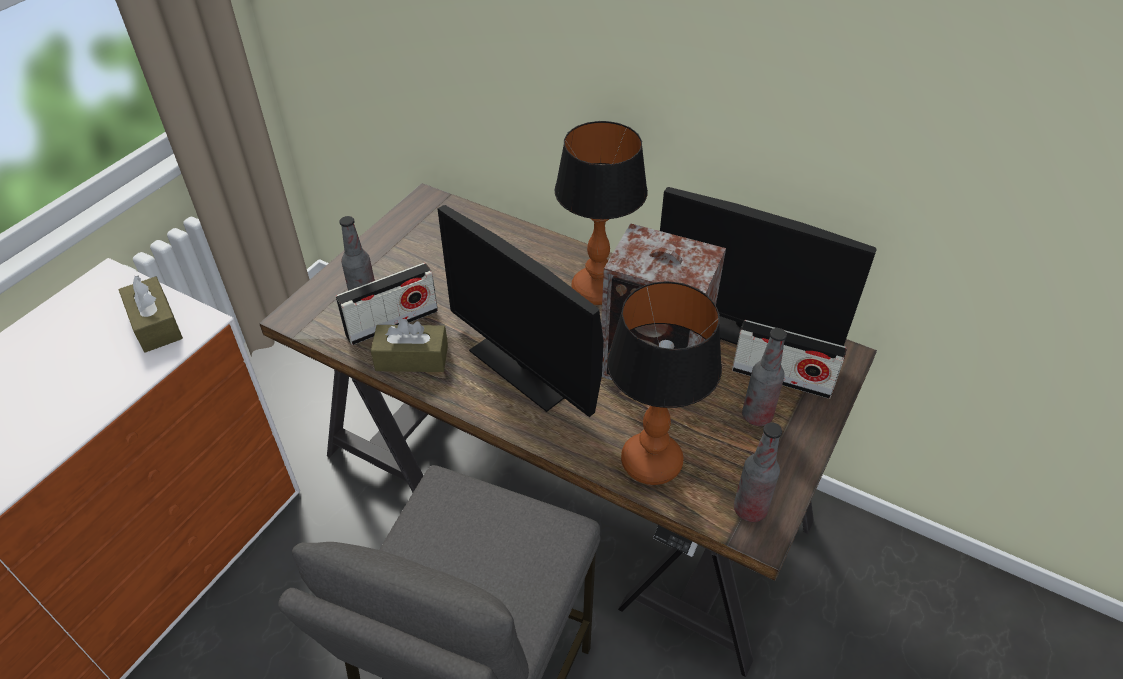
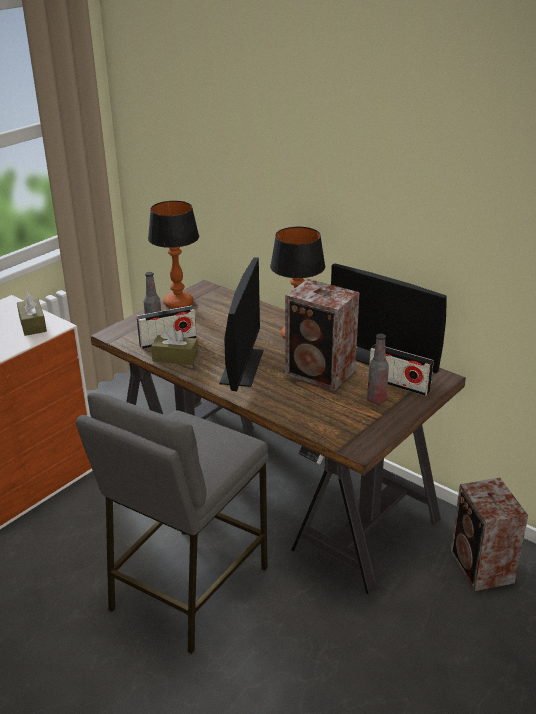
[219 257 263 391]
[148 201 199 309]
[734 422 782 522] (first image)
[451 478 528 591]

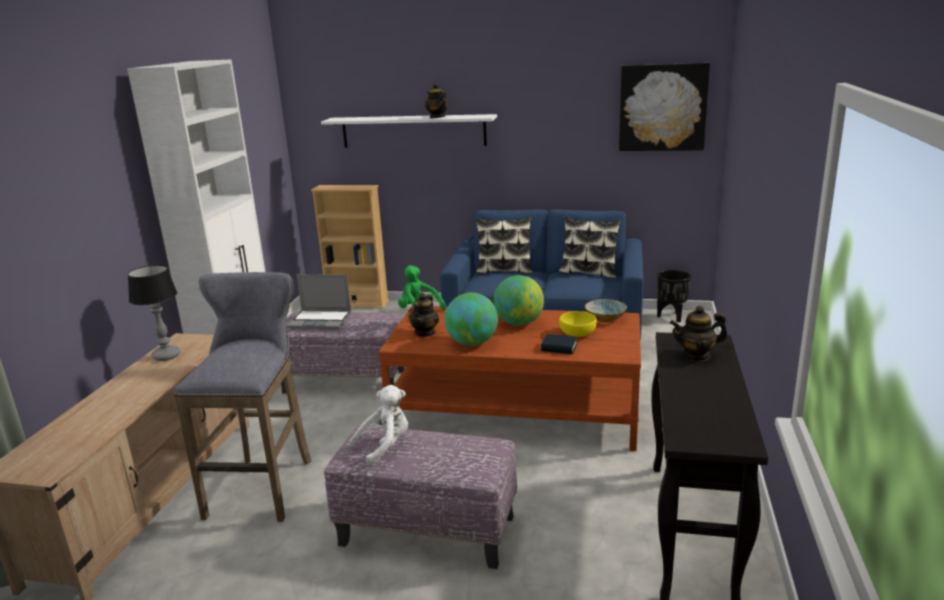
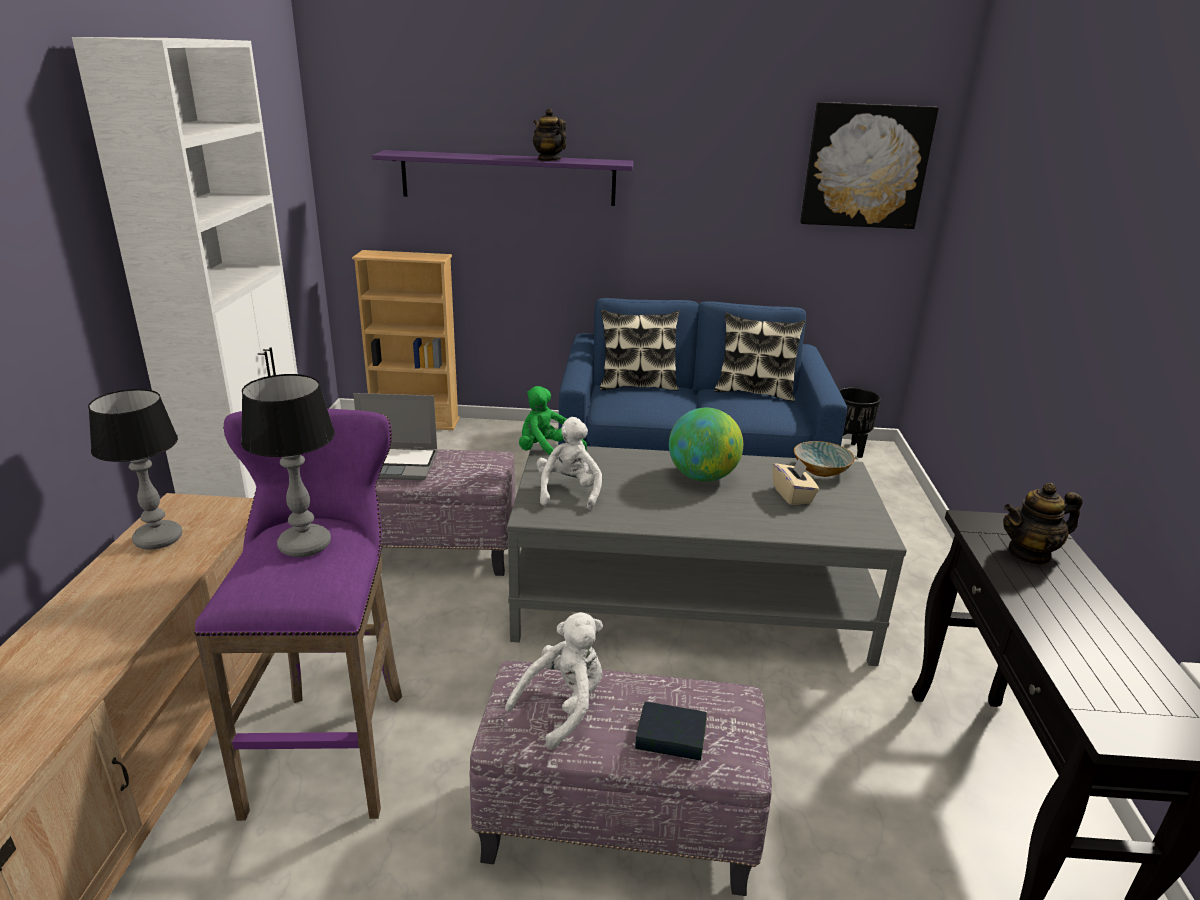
[372 150 633 206]
[194 409 402 821]
[445 293 498 346] (first image)
[537 417 602 510]
[507 443 907 666]
[772 458 819 505]
[635 702 707 761]
[241 374 335 557]

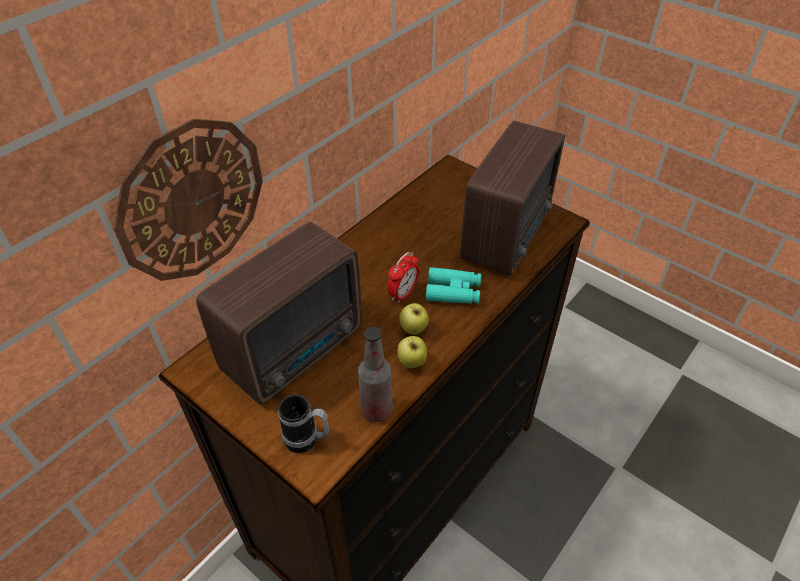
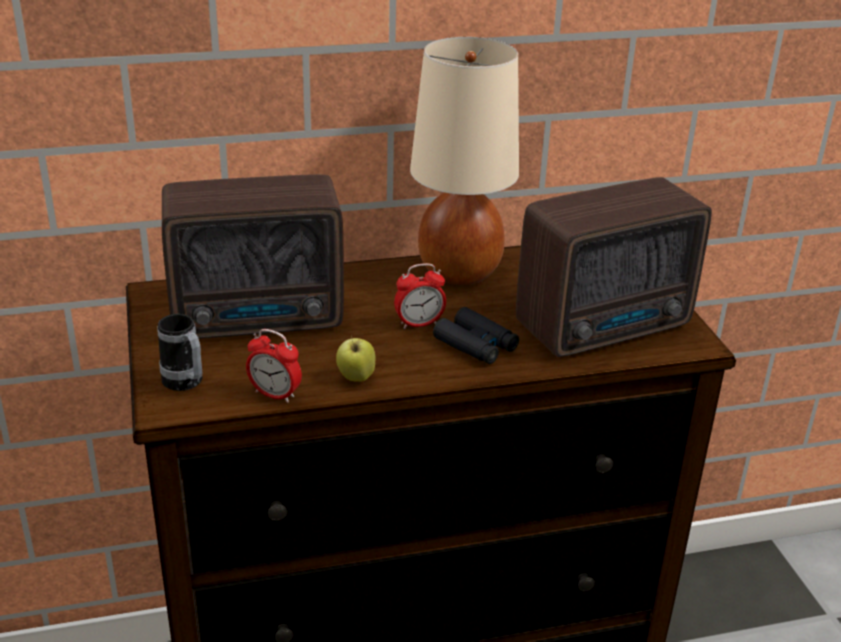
[114 119 263 281] (first image)
[433 307 519 364]
[399 303 429 335] (first image)
[246 329 302 403]
[410 37 519 285]

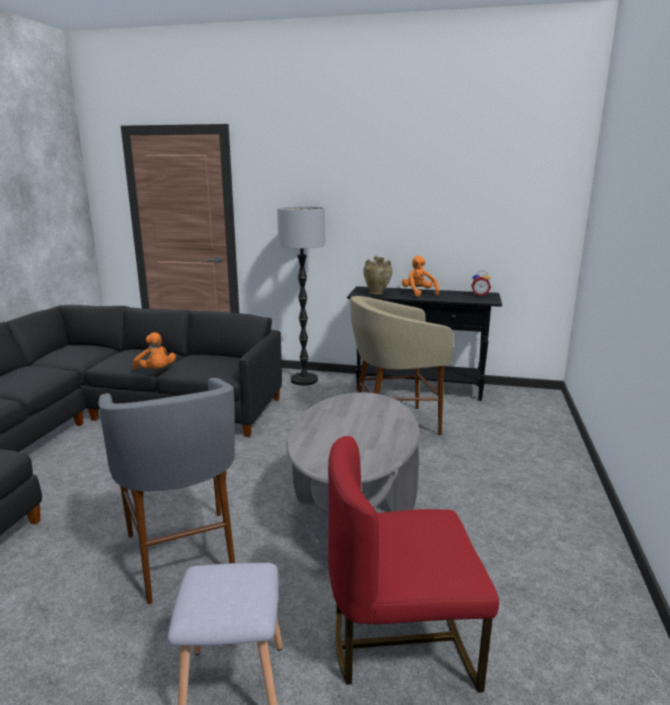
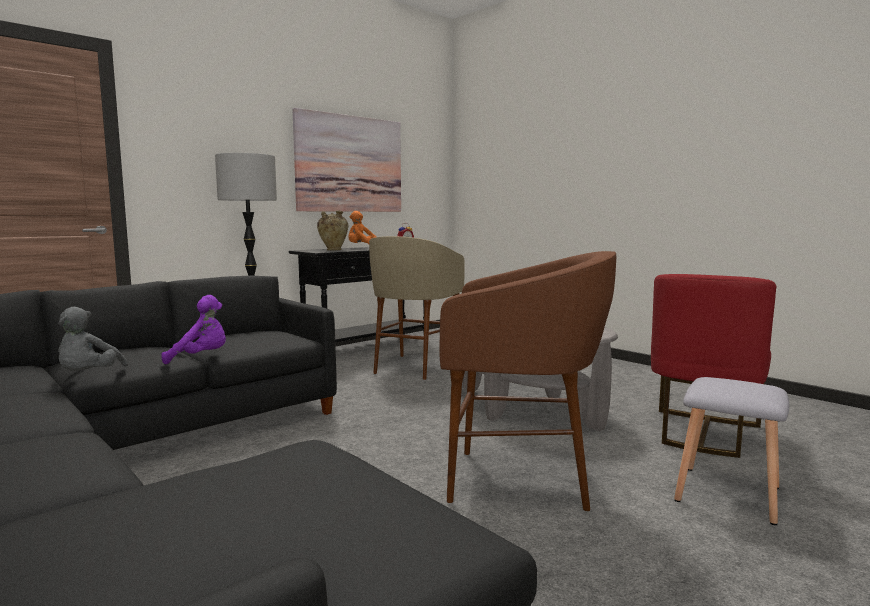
[161 295 226 364]
[440 251 616 511]
[292 108 401 212]
[58 307 128 371]

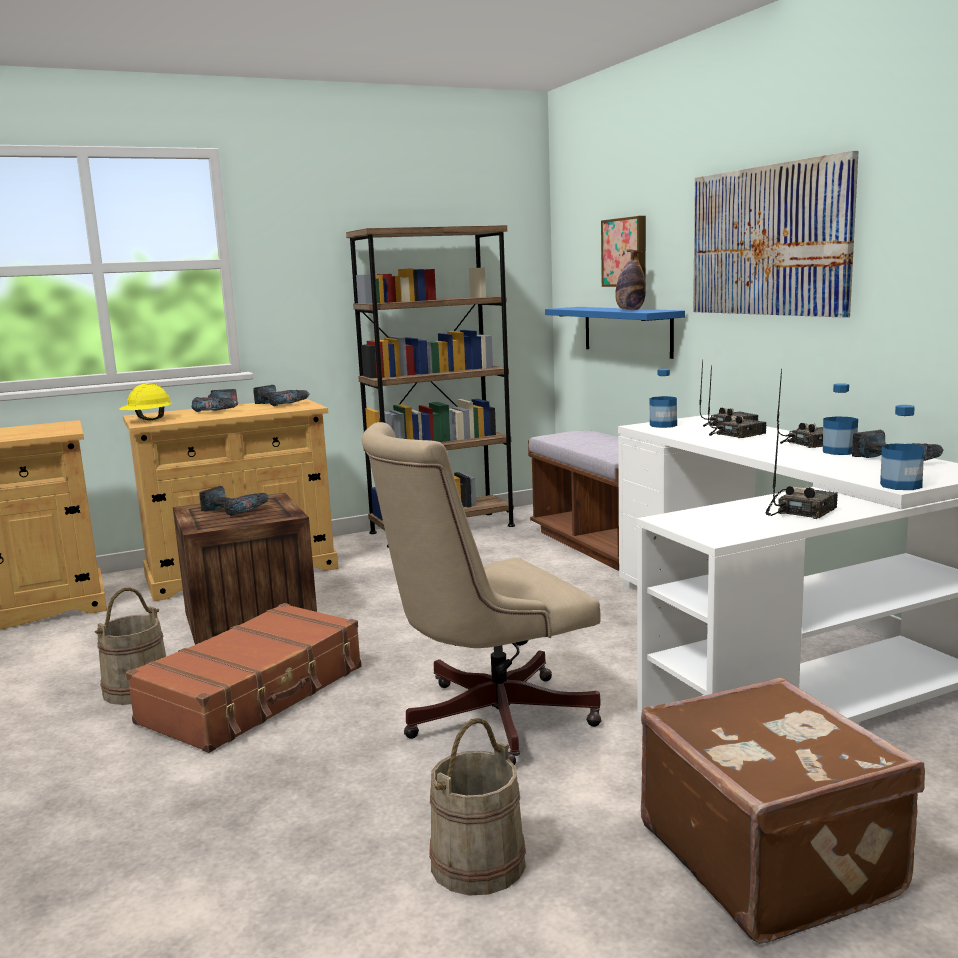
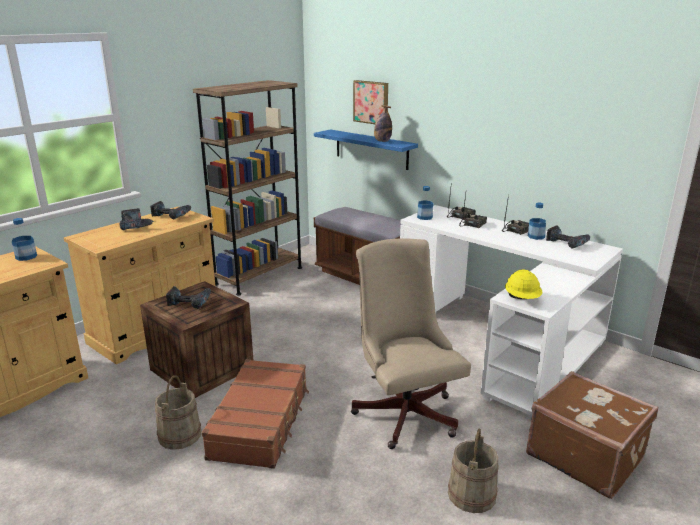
[693 151 859 318] (first image)
[505 270 542 299]
[12 218 37 261]
[765 421 838 519] (first image)
[351 238 471 449]

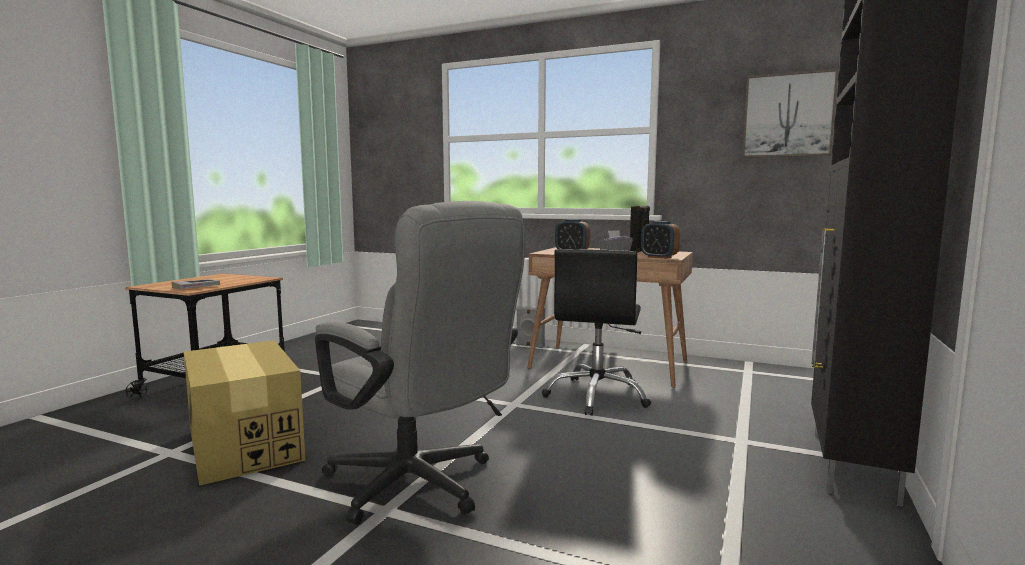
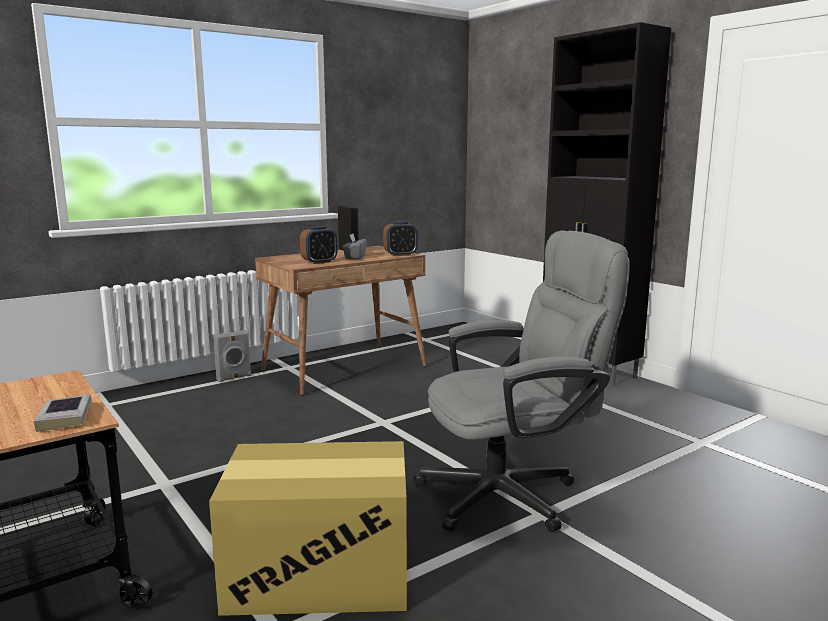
[742 69 838 158] (first image)
[542 249 651 416] (first image)

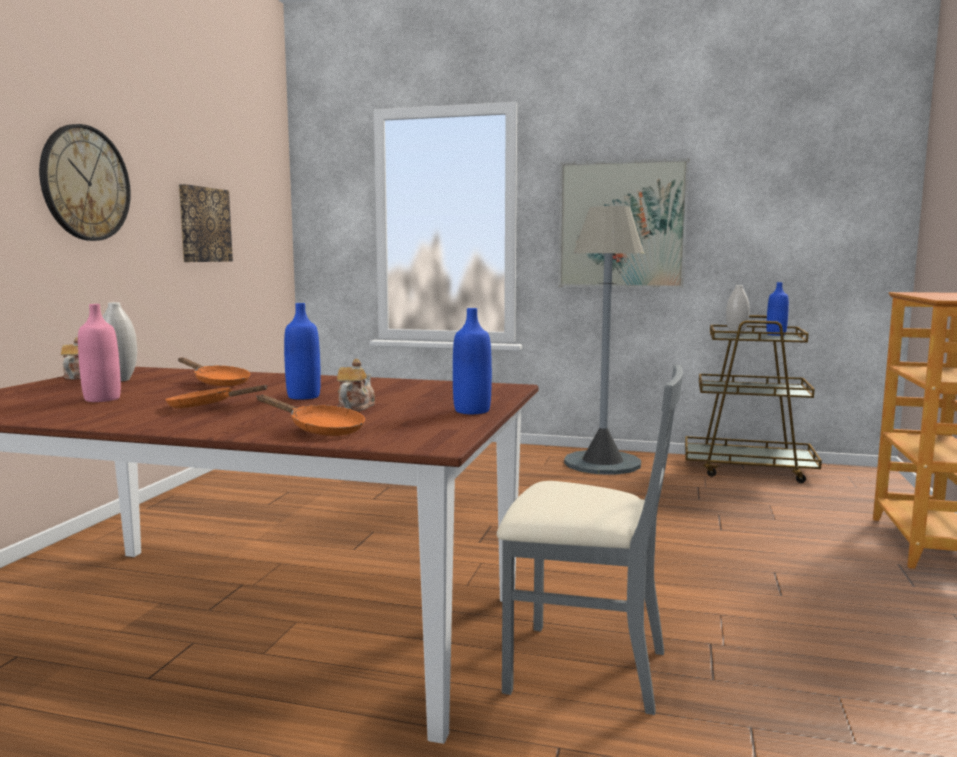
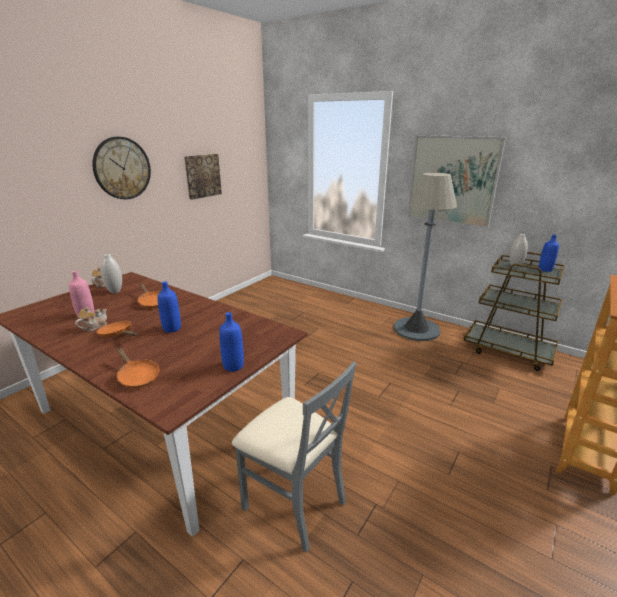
[75 307 107 332]

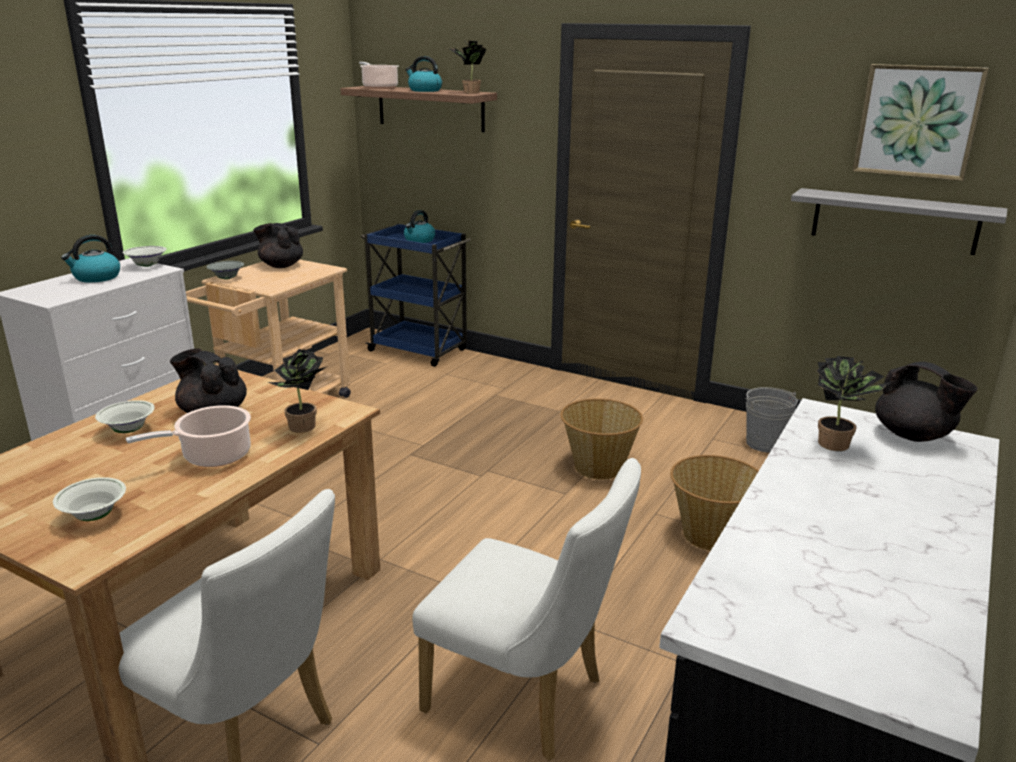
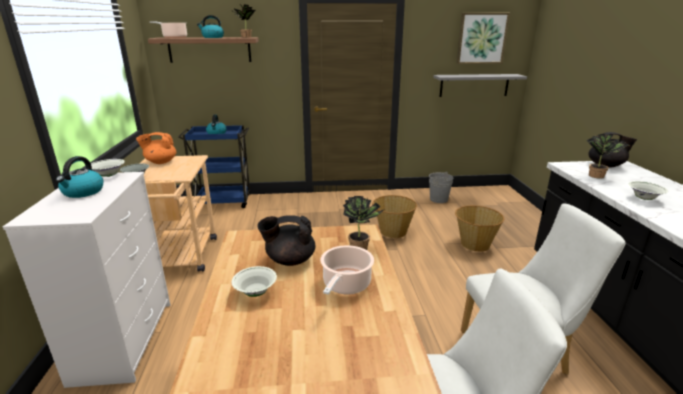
[136 132 176 164]
[629 181 668 200]

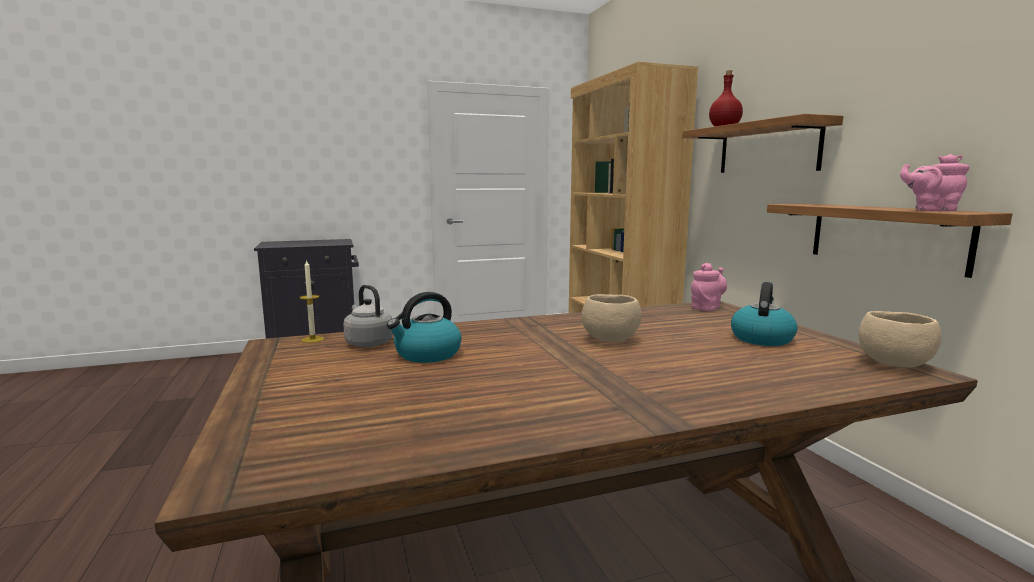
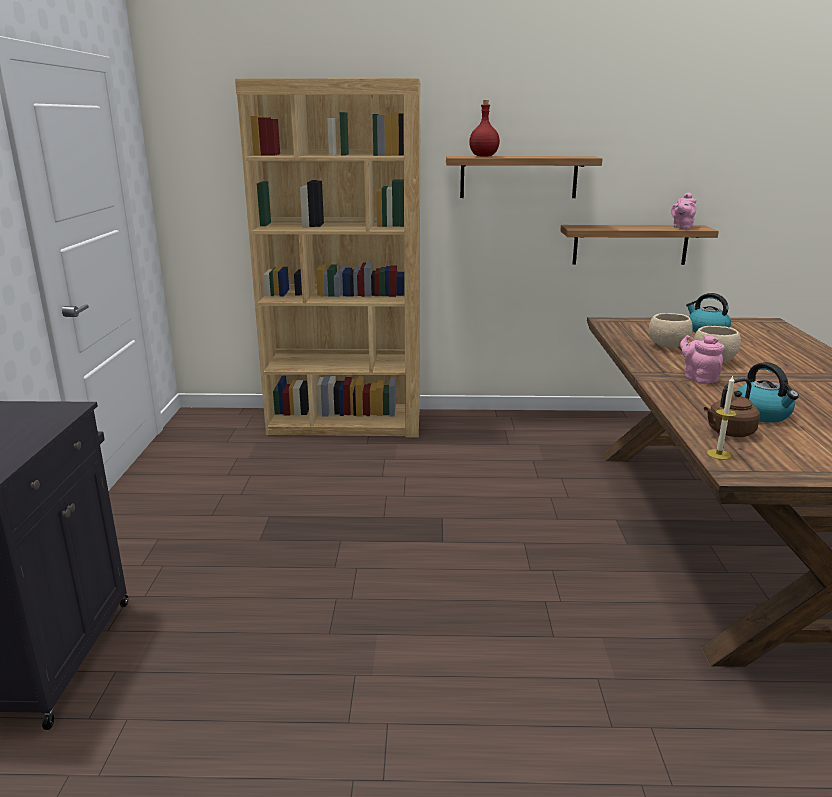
[680 335 724 384]
[704 378 760 437]
[649 313 692 348]

